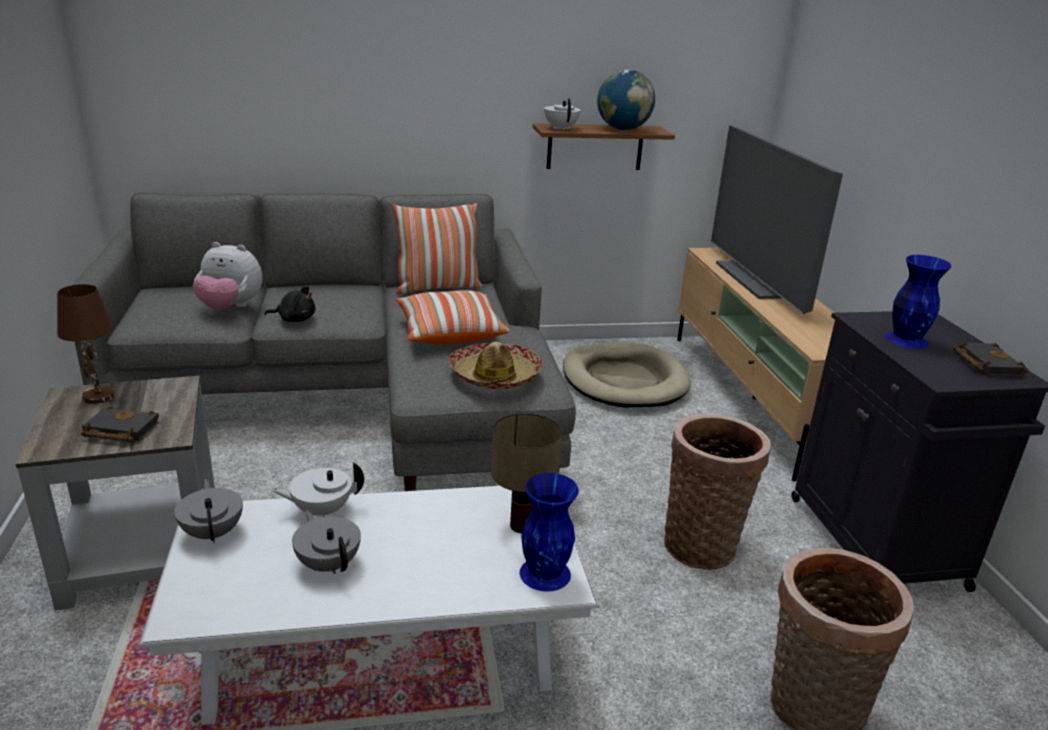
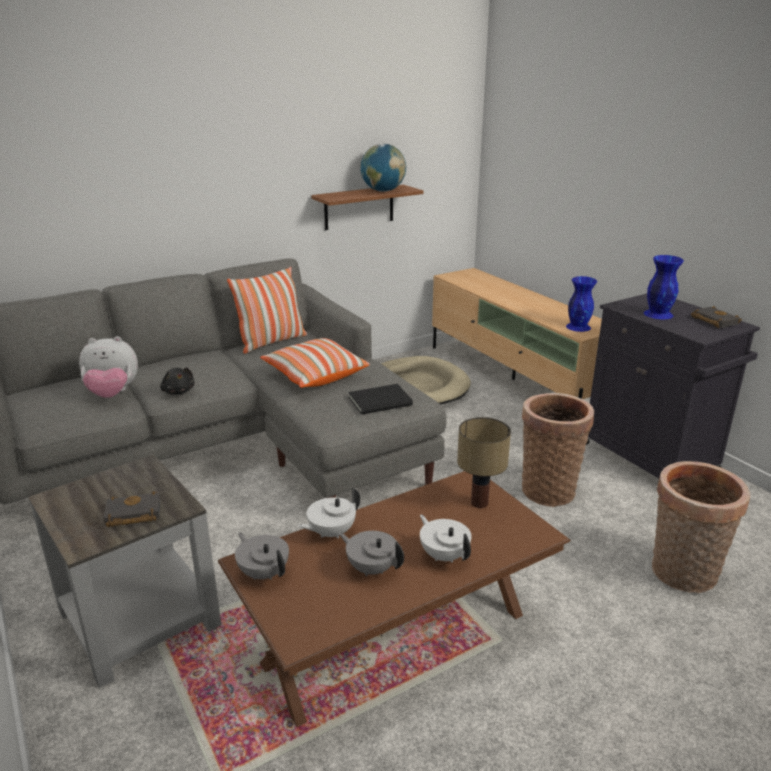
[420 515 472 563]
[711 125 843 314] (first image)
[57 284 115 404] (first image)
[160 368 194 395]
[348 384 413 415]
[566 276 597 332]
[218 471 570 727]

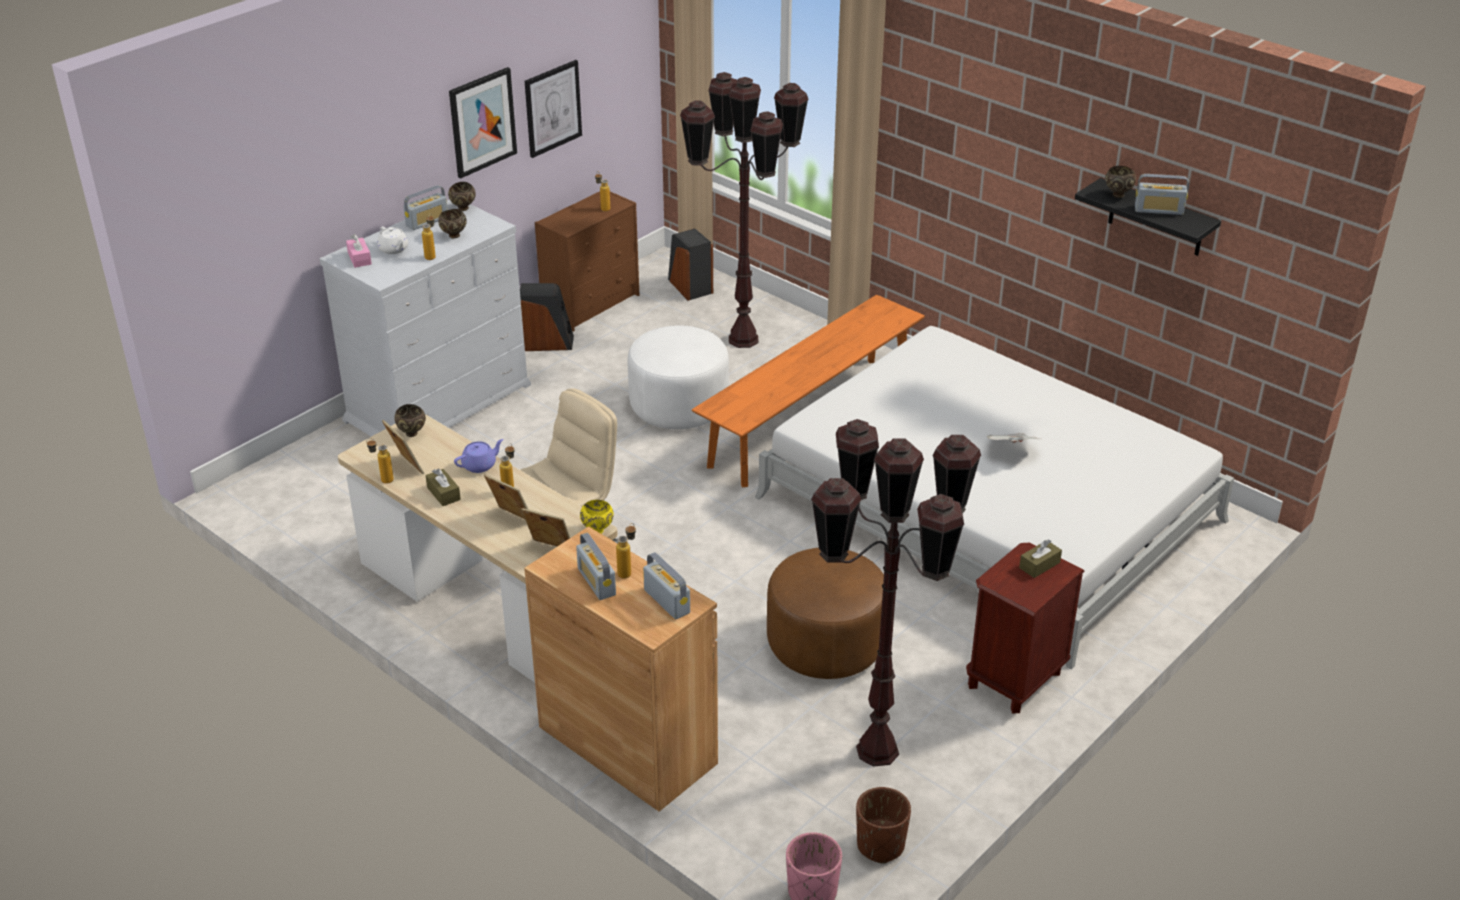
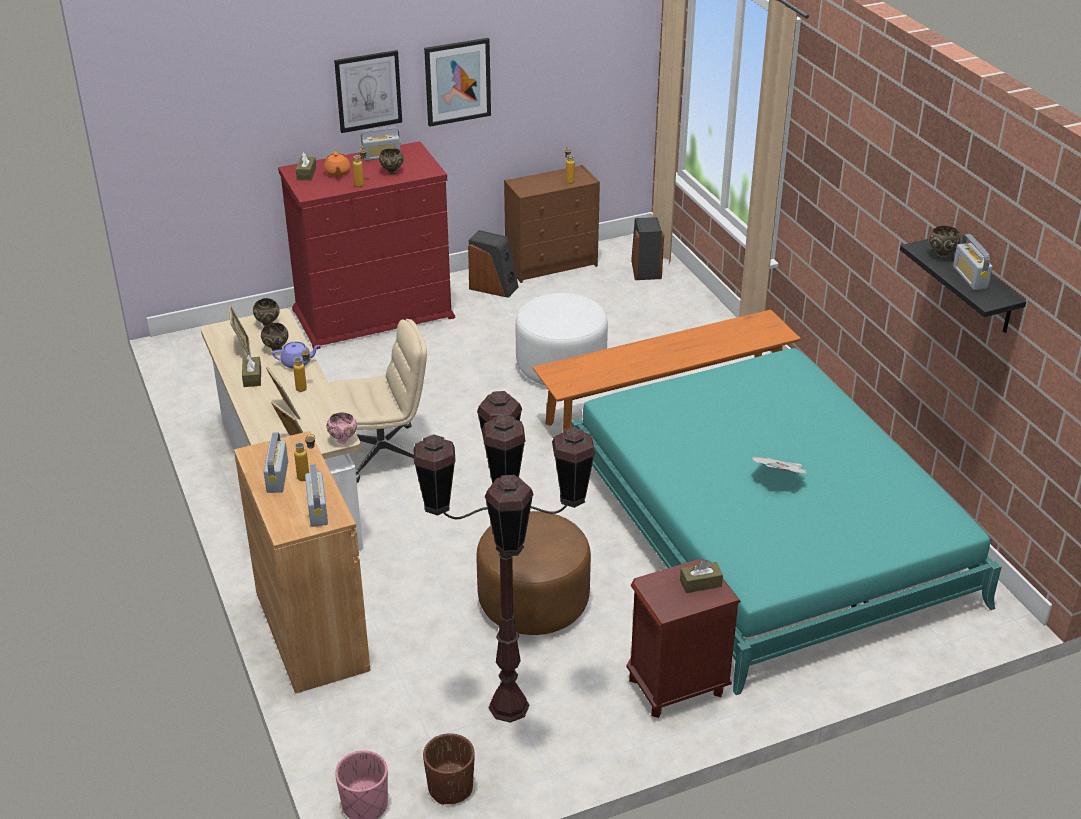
[334 50 402 133]
[680 72 809 348] (first image)
[953 234 993 290]
[261 323 288 351]
[278 141 455 349]
[324 152 351 176]
[296 152 316 180]
[571 348 1002 695]
[366 438 394 484] (first image)
[327 413 357 444]

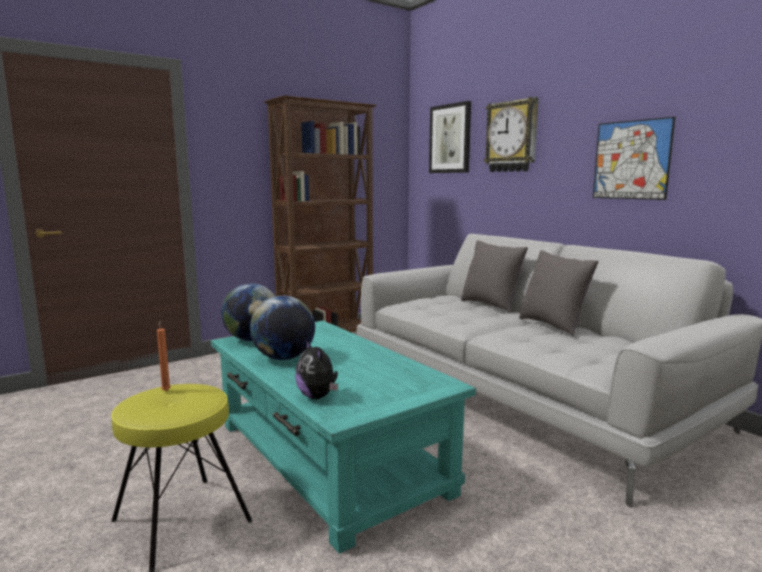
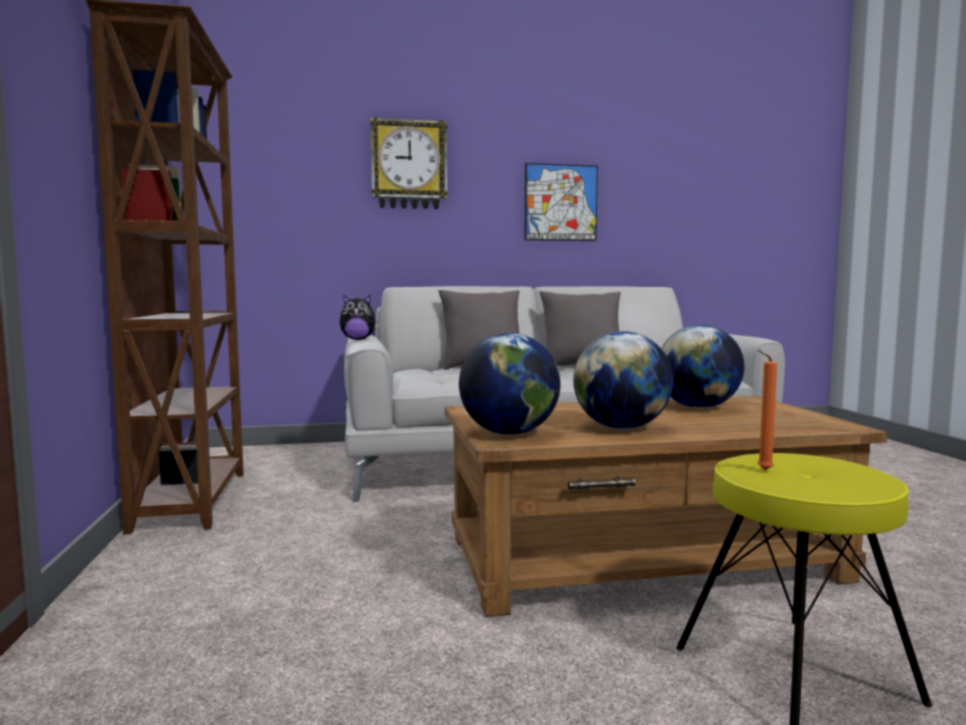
[429 101 471 173] (first image)
[444 396 888 617]
[339 295 379 340]
[661 325 745 408]

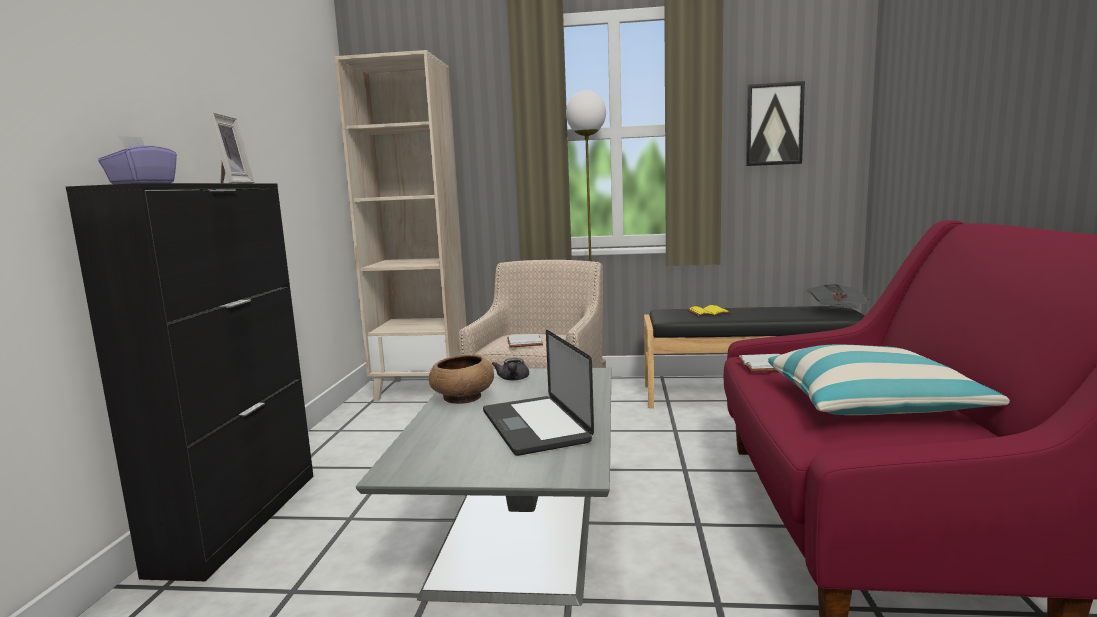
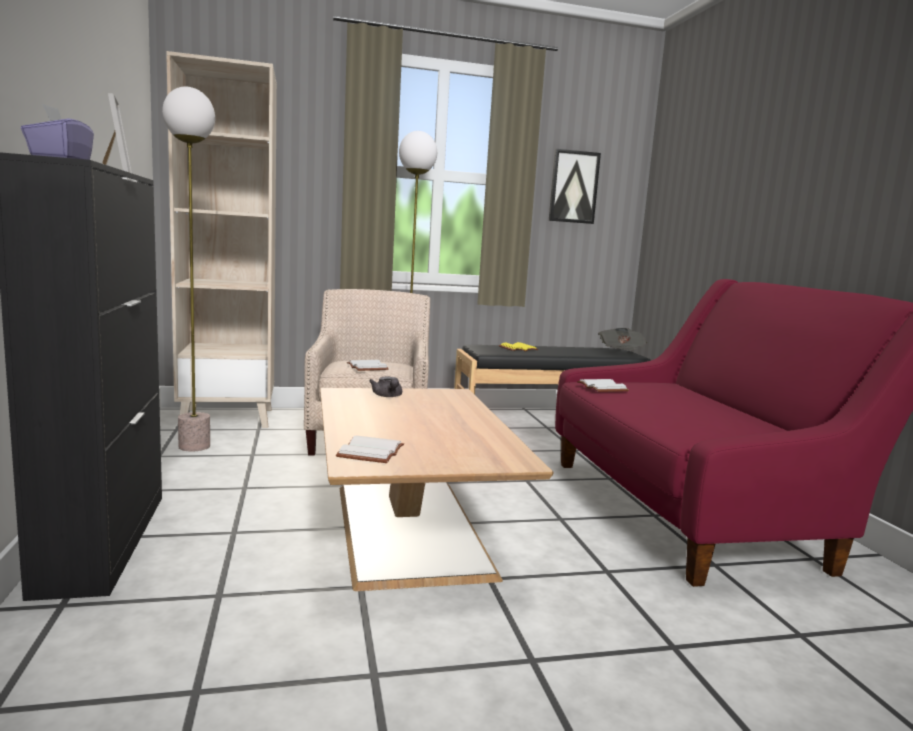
[483 330 594 456] (first image)
[768 345 1010 415] (first image)
[429 355 494 404] (first image)
[320 388 553 591]
[162 87 215 452]
[336 435 404 463]

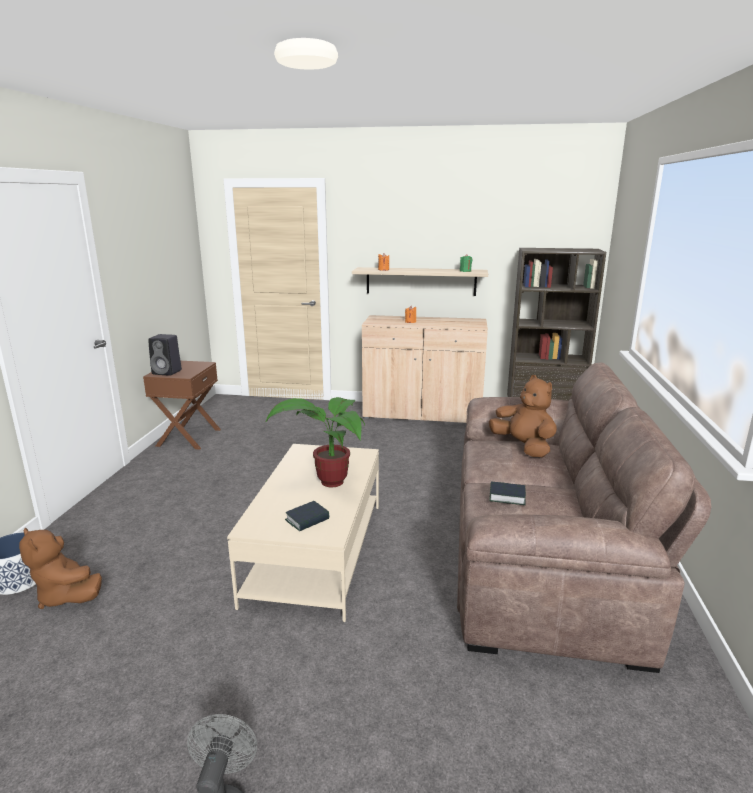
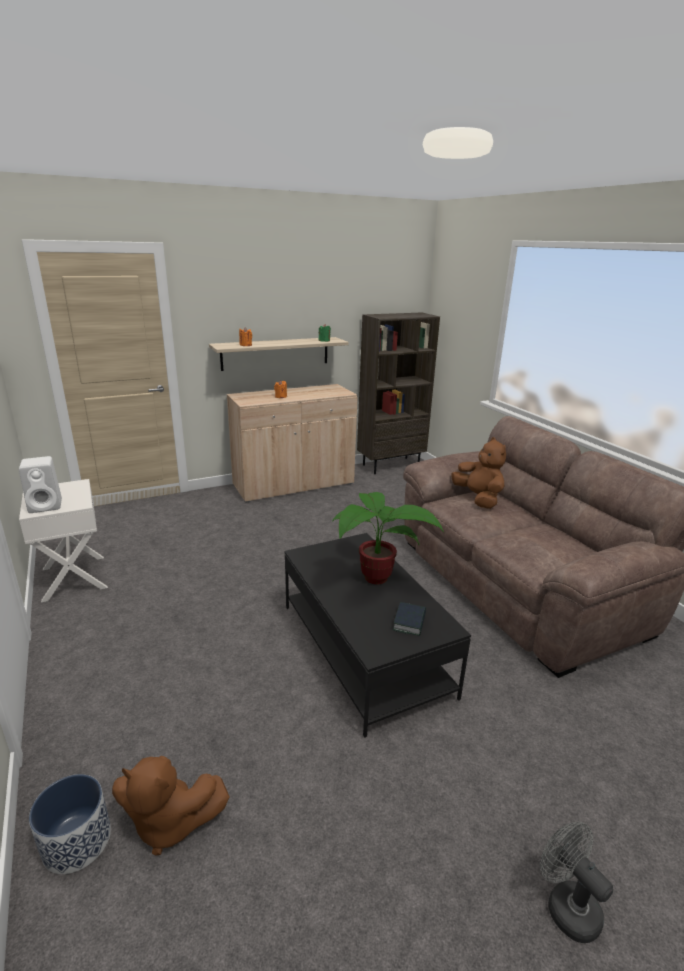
[19 456 62 513]
[19 479 108 602]
[451 437 506 509]
[284 533 471 738]
[489 481 526 505] (first image)

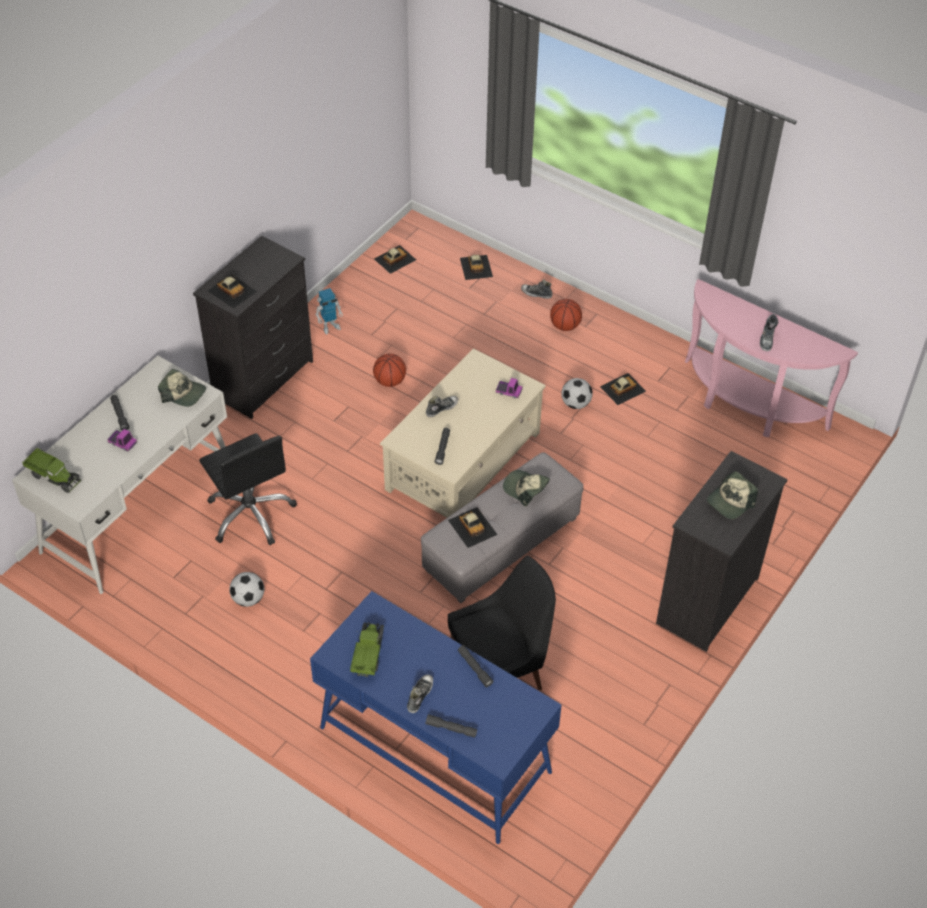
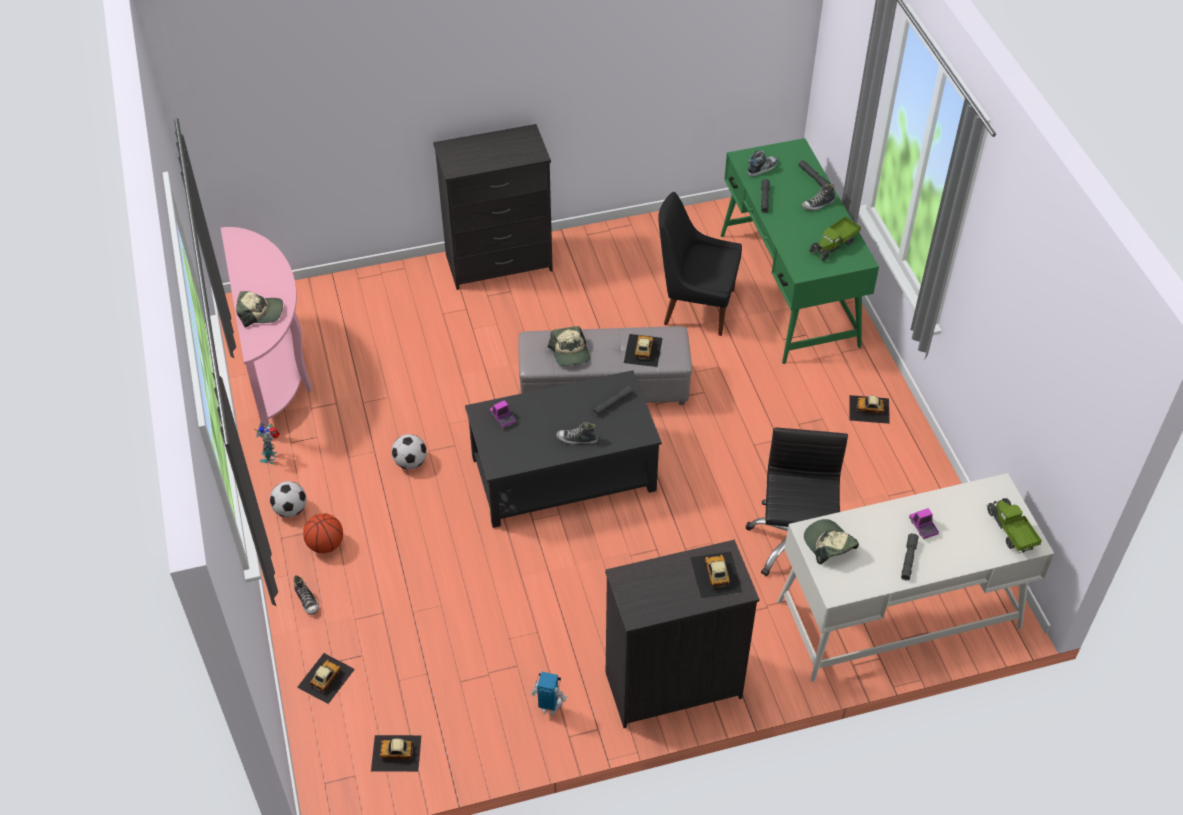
[748 150 778 177]
[465 370 662 528]
[373 354 406 387] (first image)
[850 395 890 424]
[236 291 283 327]
[270 481 307 517]
[721 138 879 364]
[255 422 280 465]

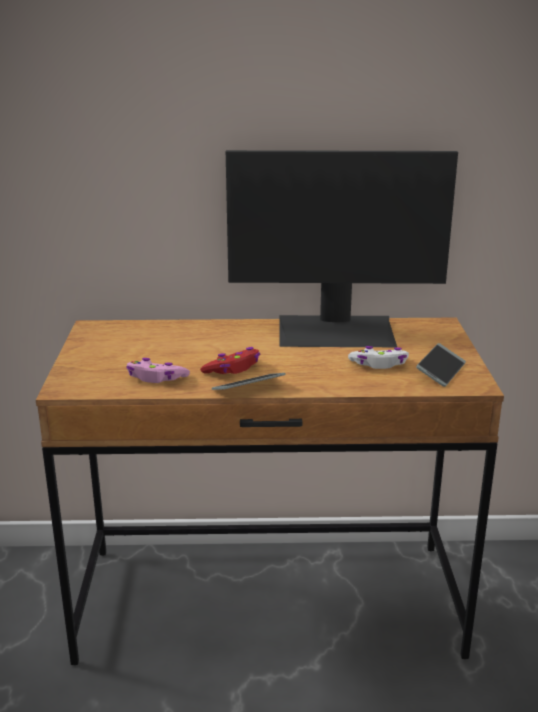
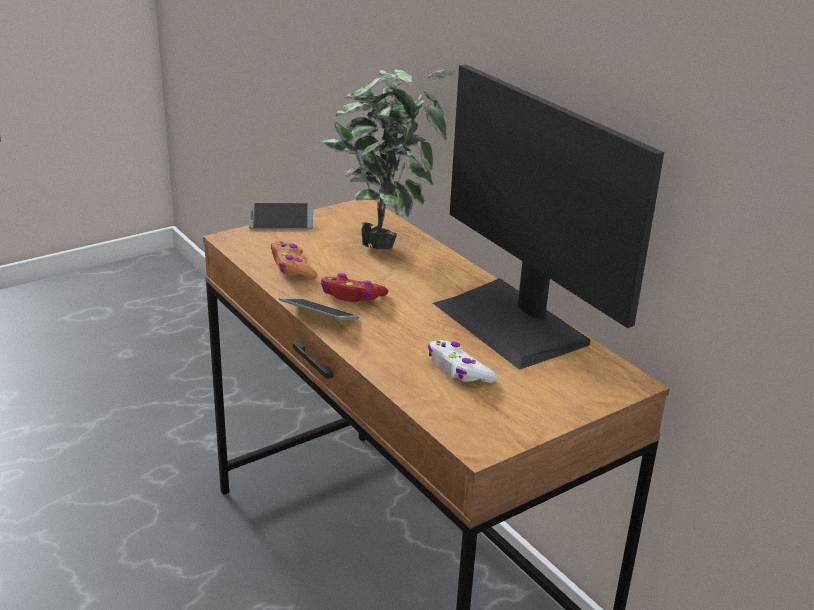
[249 203 313 229]
[271 242 317 280]
[322 69 456 249]

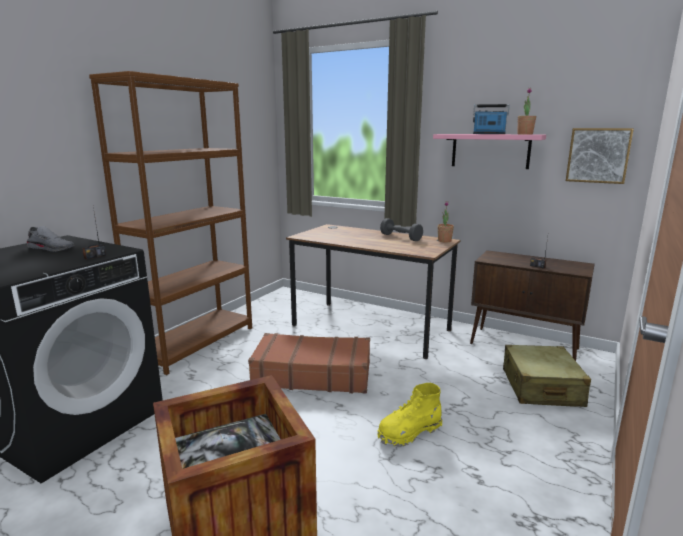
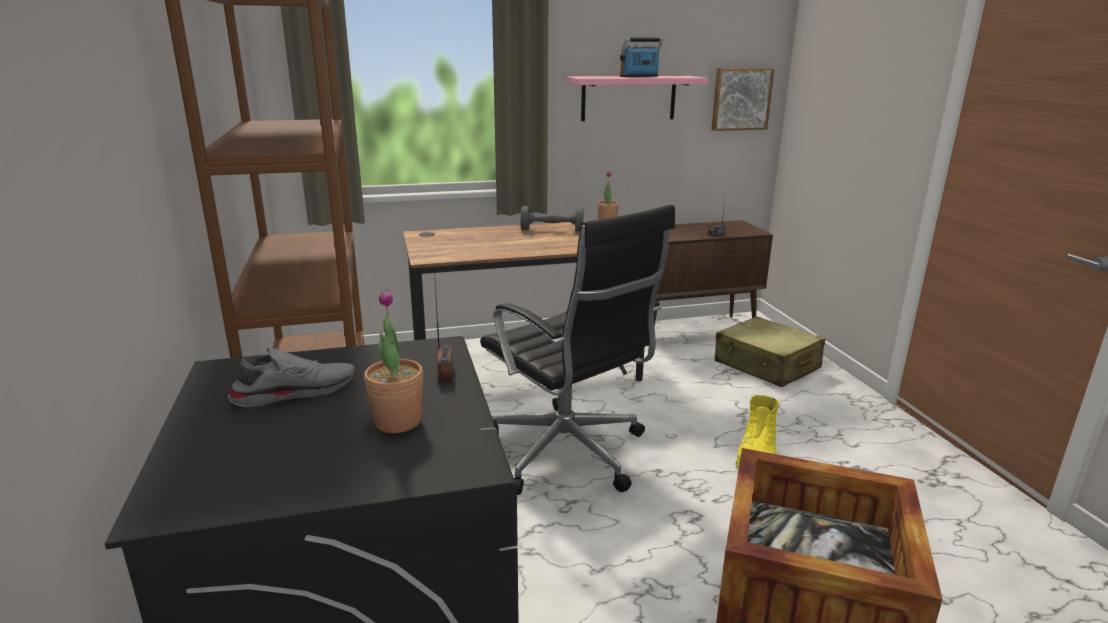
[364 288 423 433]
[480 205 675 495]

